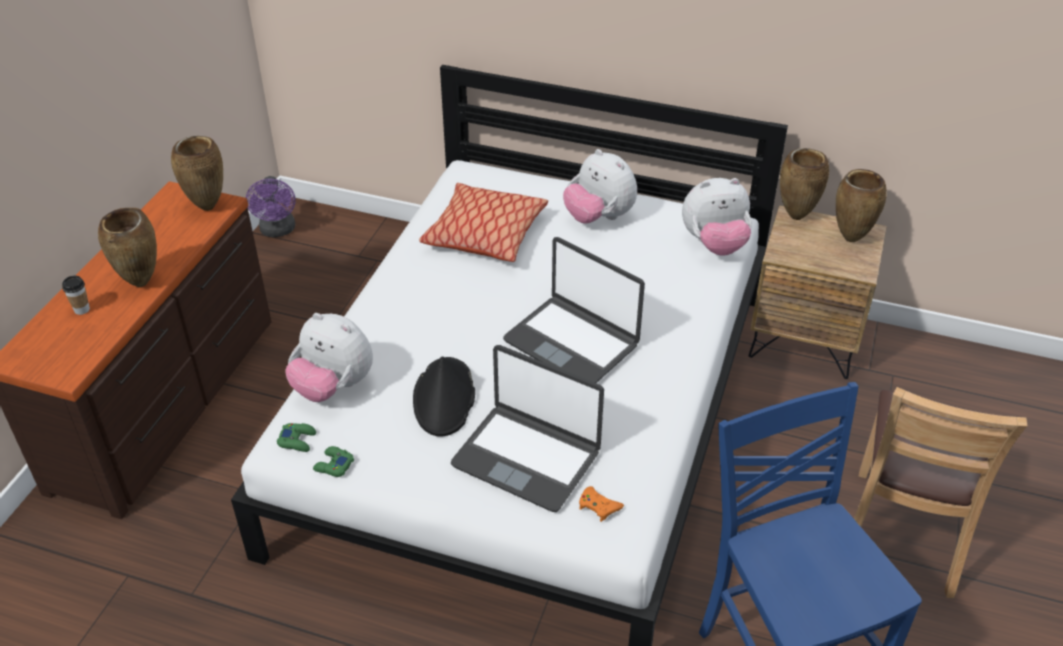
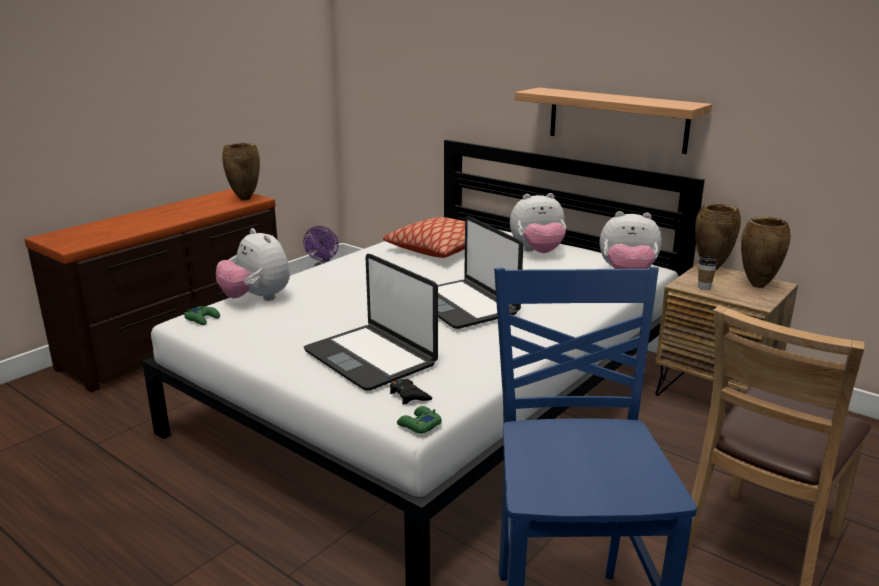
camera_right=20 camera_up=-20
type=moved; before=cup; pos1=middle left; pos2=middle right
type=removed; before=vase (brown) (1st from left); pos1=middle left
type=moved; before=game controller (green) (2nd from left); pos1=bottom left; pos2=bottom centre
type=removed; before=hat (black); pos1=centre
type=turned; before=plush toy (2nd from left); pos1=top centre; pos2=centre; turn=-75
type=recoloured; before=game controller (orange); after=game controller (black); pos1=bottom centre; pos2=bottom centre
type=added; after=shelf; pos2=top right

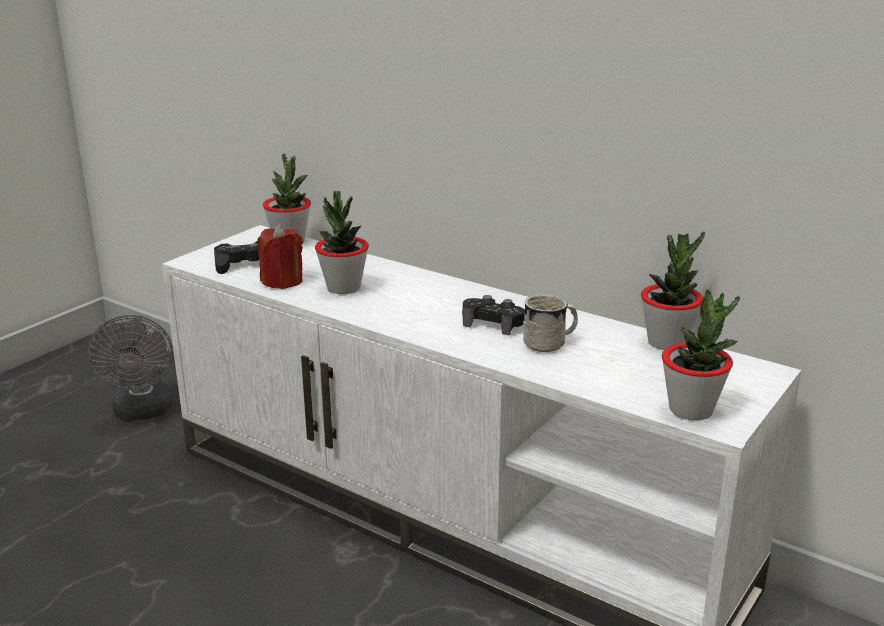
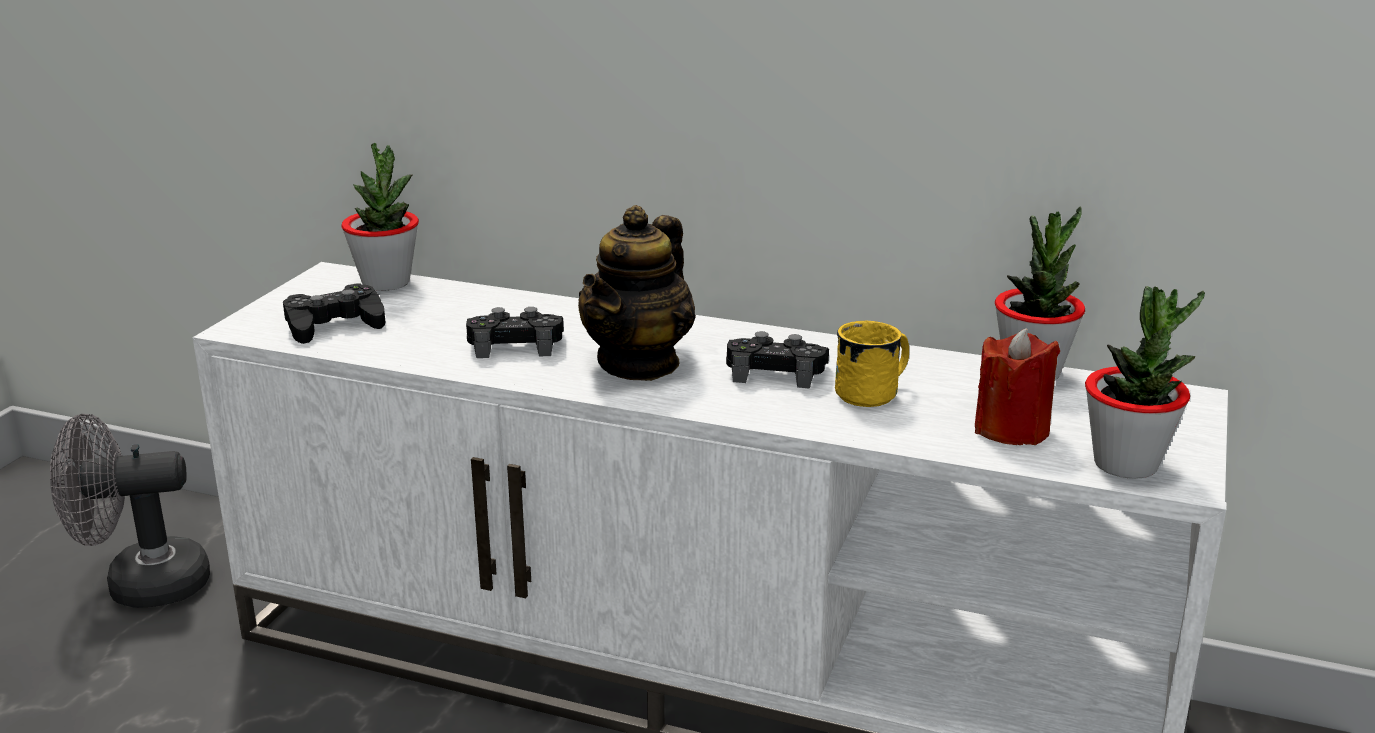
camera_right=-15 camera_up=0
type=turned; before=fan (grey); pos1=middle left; pos2=bottom left; turn=105
type=moved; before=candle (red); pos1=middle left; pos2=middle right
type=replaced; before=potted plant (2nd from left); after=game controller (black) (2nd from left); pos1=centre; pos2=centre
type=recoloured; before=mug (white); after=mug (yellow); pos1=centre; pos2=centre
type=added; after=teapot; pos2=centre

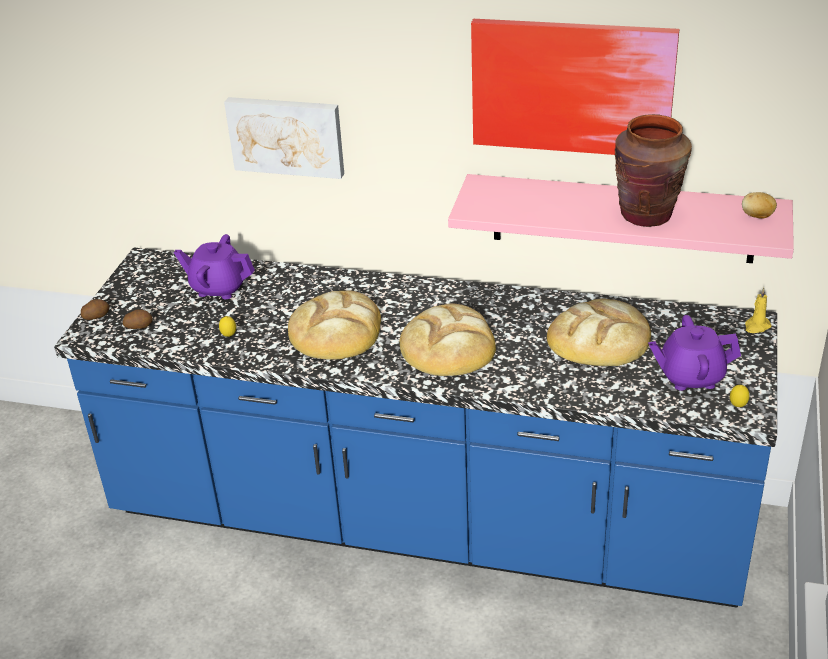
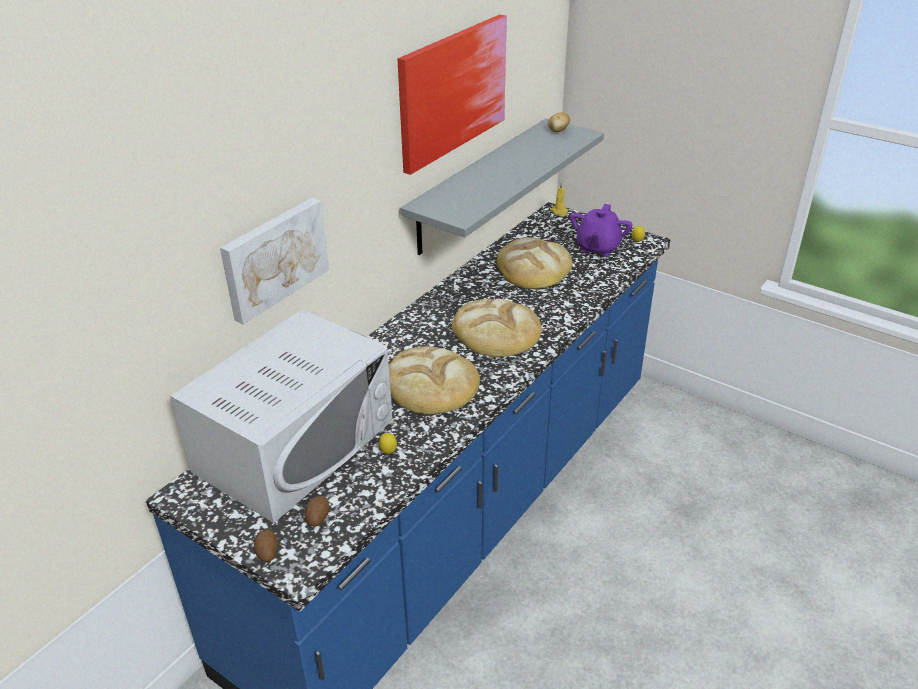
camera_right=-70 camera_up=0
type=replaced; before=teapot (purple) (1st from left); after=microwave (white); pos1=middle left; pos2=middle left
type=recoloured; before=shelf (pink); after=shelf (grey); pos1=top right; pos2=top centre
type=removed; before=vase (brown); pos1=top right

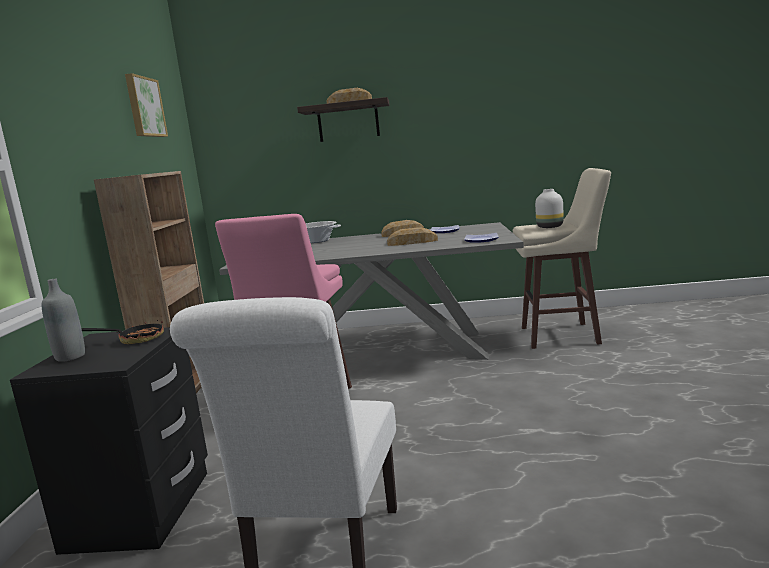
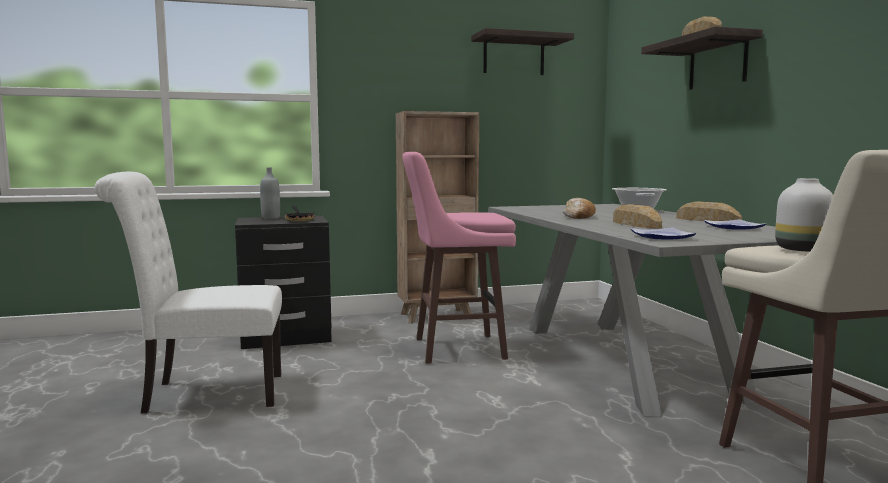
camera_right=70 camera_up=-5
type=replaced; before=picture; after=shelf (1st from left); pos1=top left; pos2=top centre
type=added; after=bread (1st from left); pos2=centre

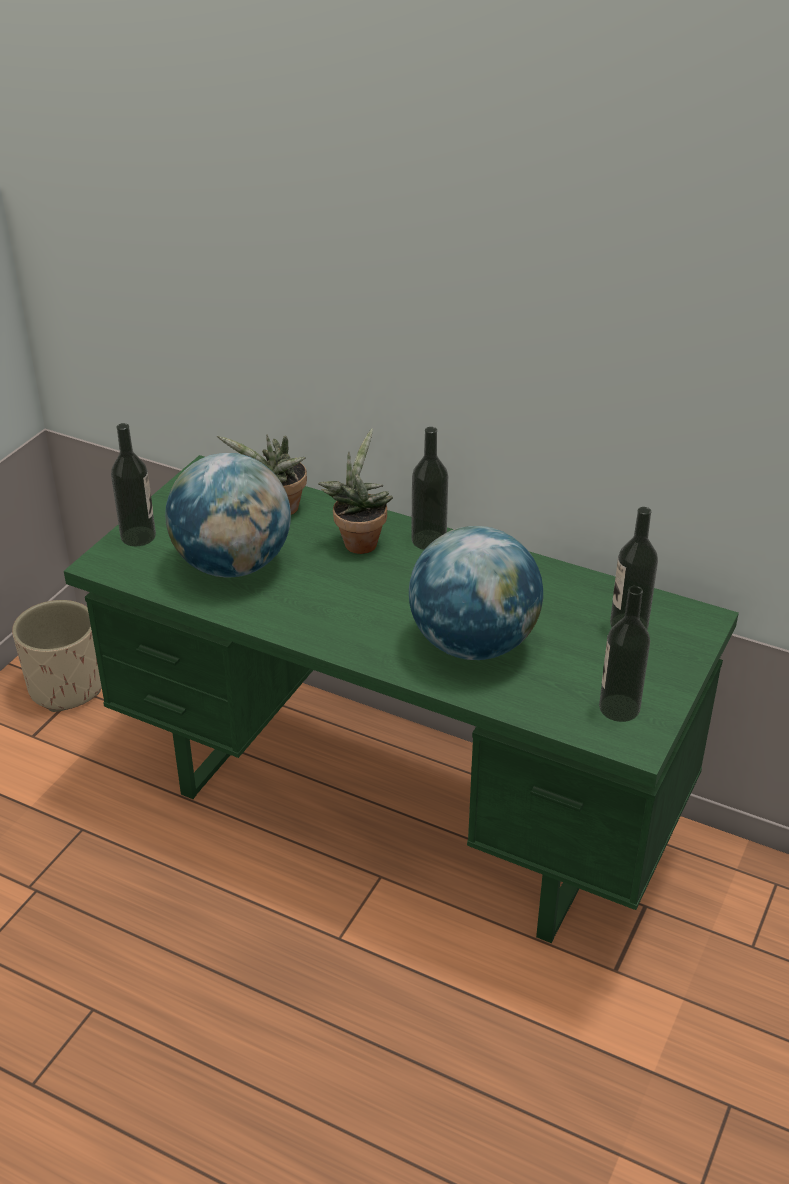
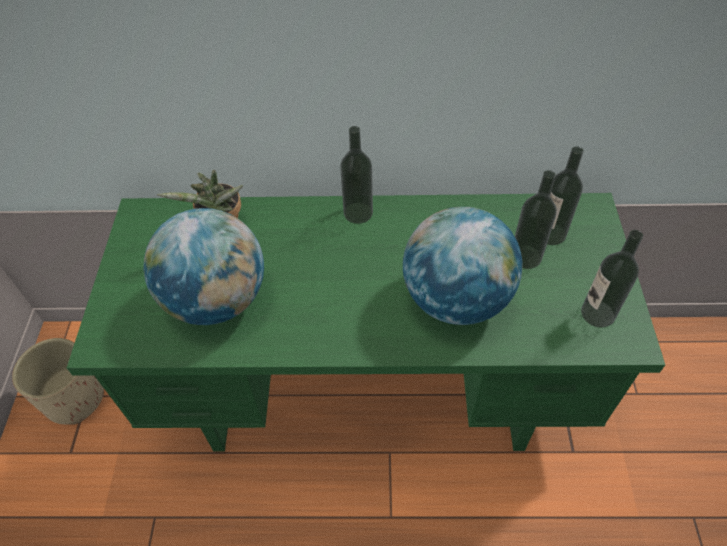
camera_right=-25 camera_up=15
type=moved; before=bottle (1st from left in the first image); after=bottle (2nd from left); pos1=middle left; pos2=middle right
type=removed; before=potted plant (2nd from left); pos1=centre

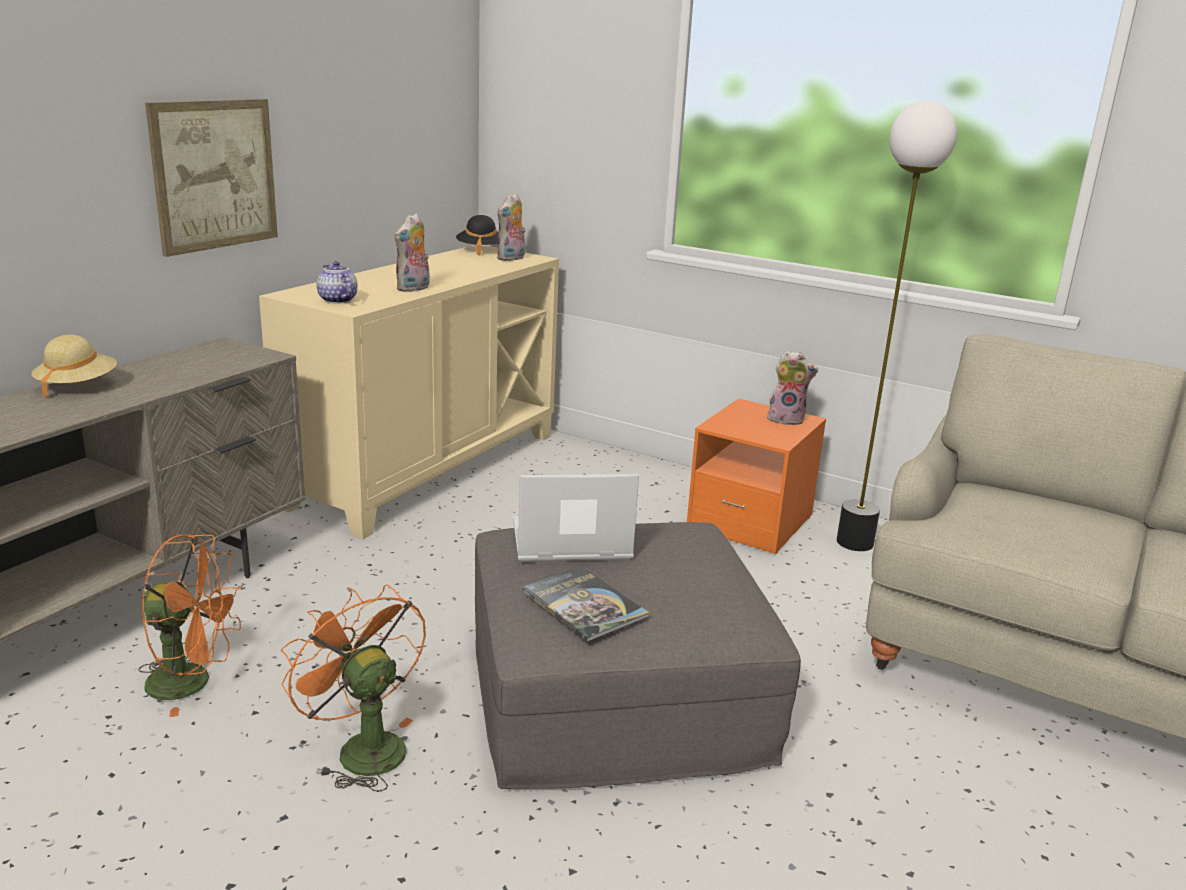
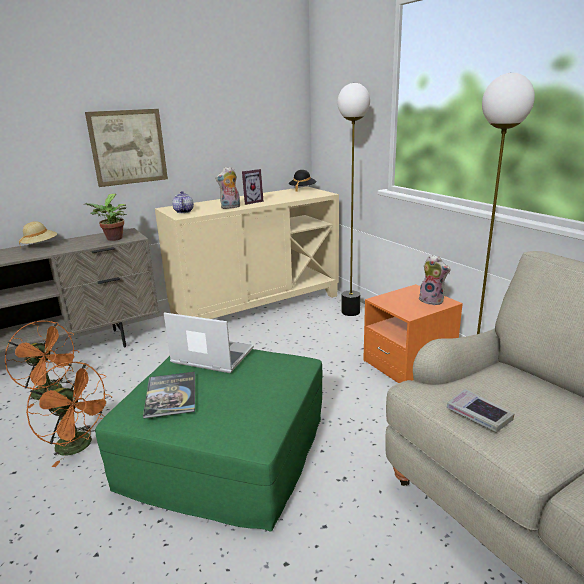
camera_right=30 camera_up=0
type=turned; before=fan (orange) (2nd from left); pos1=bottom left; pos2=bottom left; turn=135
type=recoloured; before=ottoman (grey); after=ottoman (green); pos1=bottom centre; pos2=bottom centre
type=removed; before=plush toy (2nd from left); pos1=top centre
type=added; after=potted plant; pos2=middle left
type=added; after=picture frame; pos2=top centre
type=added; after=floor lamp (1st from left); pos2=centre
type=added; after=book (2nd from left); pos2=bottom right

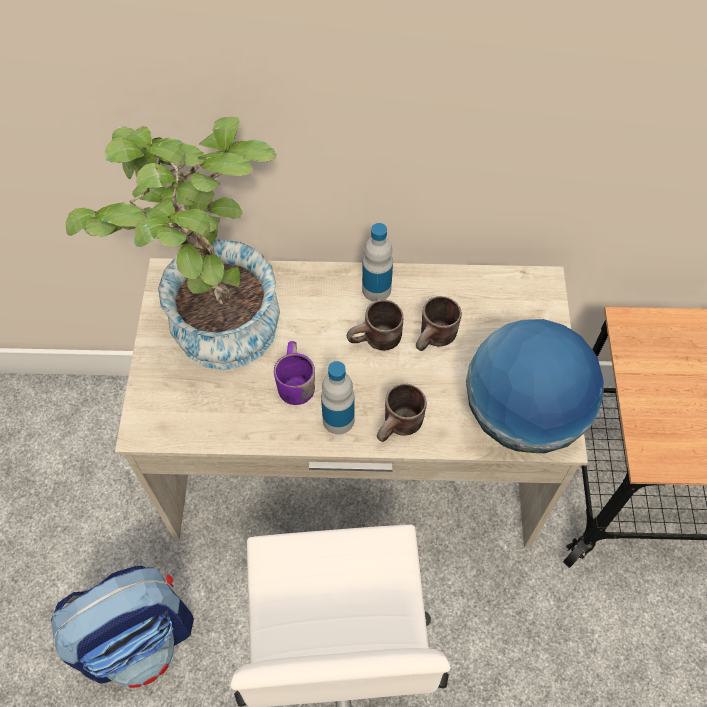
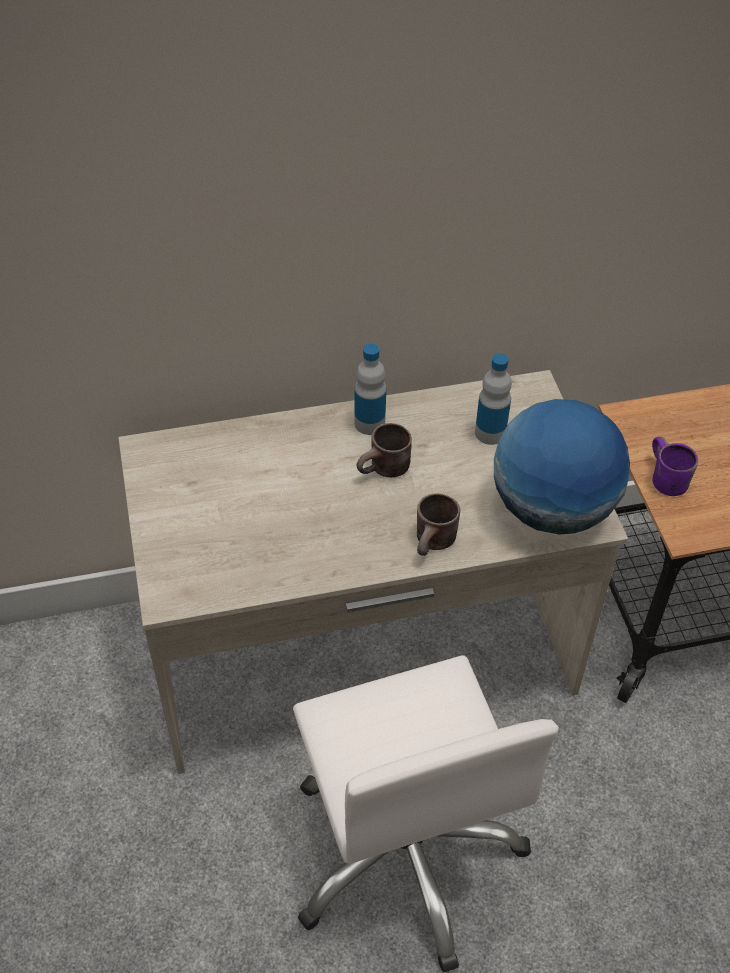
camera_right=-15 camera_up=-10
type=removed; before=backpack; pos1=bottom left
type=removed; before=potted plant; pos1=middle left
type=moved; before=mug (purple); pos1=centre; pos2=middle right
type=moved; before=bottle (1st from left in the first image); after=bottle (2nd from left); pos1=centre; pos2=middle right
type=removed; before=mug (brown) (3rd from left); pos1=centre

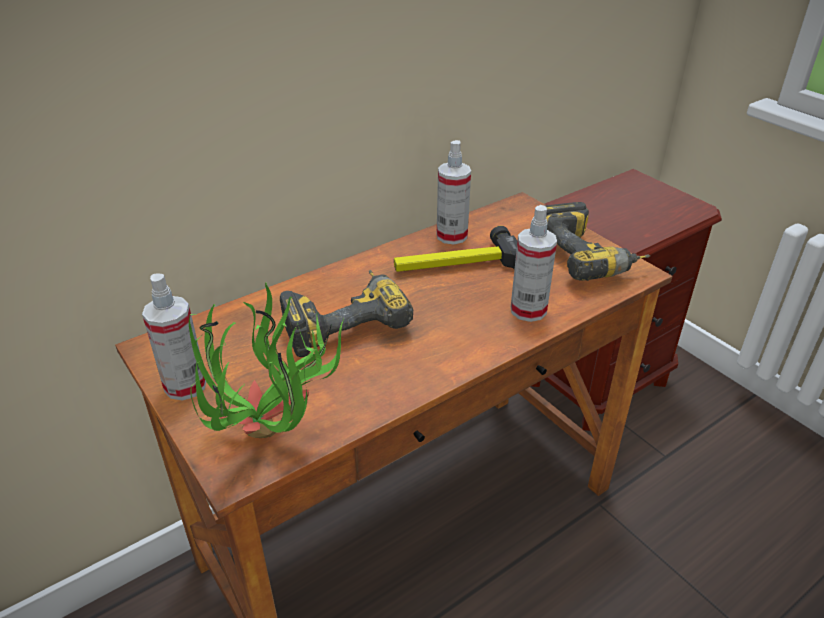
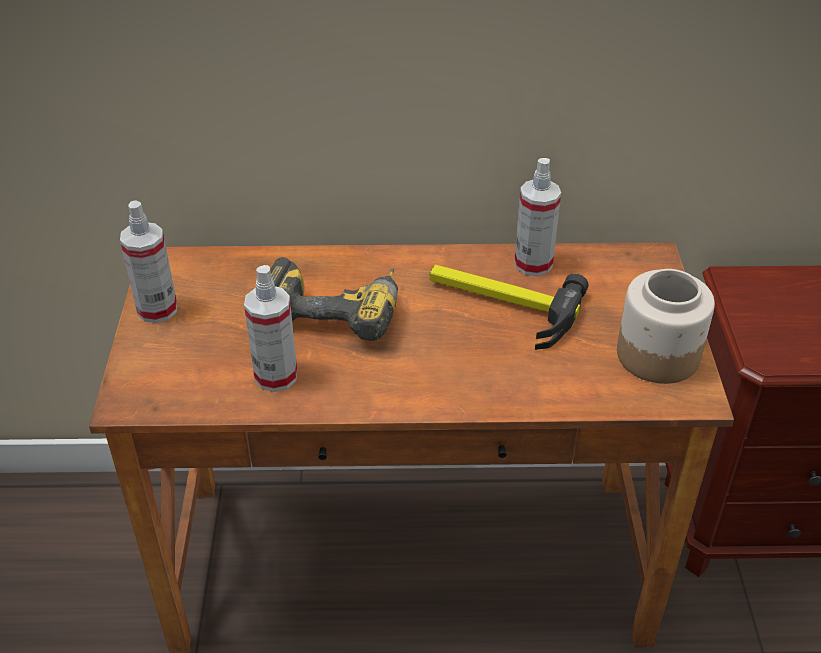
camera_right=35 camera_up=5
type=removed; before=potted plant; pos1=middle left
type=moved; before=spray bottle (3rd from left in the first image); after=spray bottle (2nd from left); pos1=centre; pos2=middle left
type=replaced; before=power drill (2nd from left); after=jar; pos1=middle right; pos2=middle right

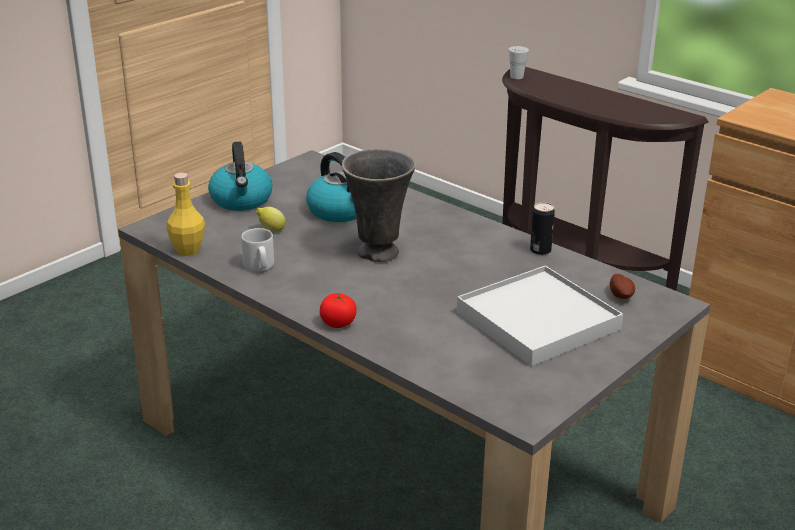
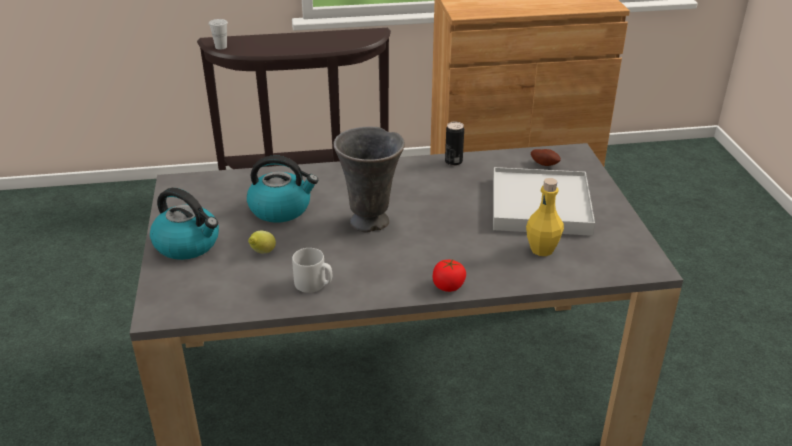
camera_right=-50 camera_up=5
type=moved; before=bottle (yellow); pos1=middle left; pos2=middle right

